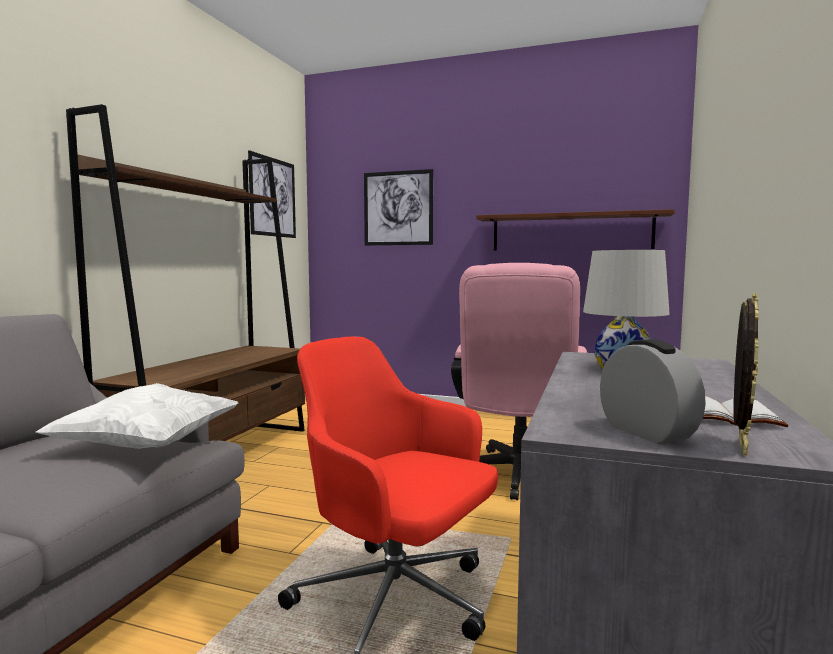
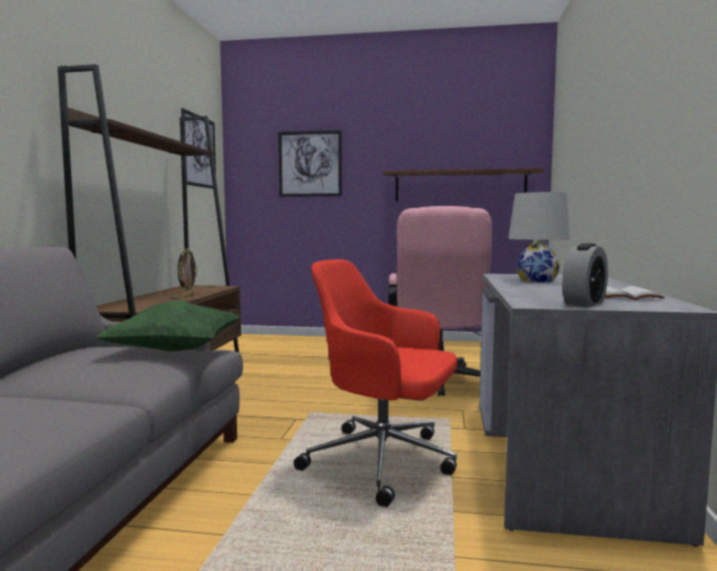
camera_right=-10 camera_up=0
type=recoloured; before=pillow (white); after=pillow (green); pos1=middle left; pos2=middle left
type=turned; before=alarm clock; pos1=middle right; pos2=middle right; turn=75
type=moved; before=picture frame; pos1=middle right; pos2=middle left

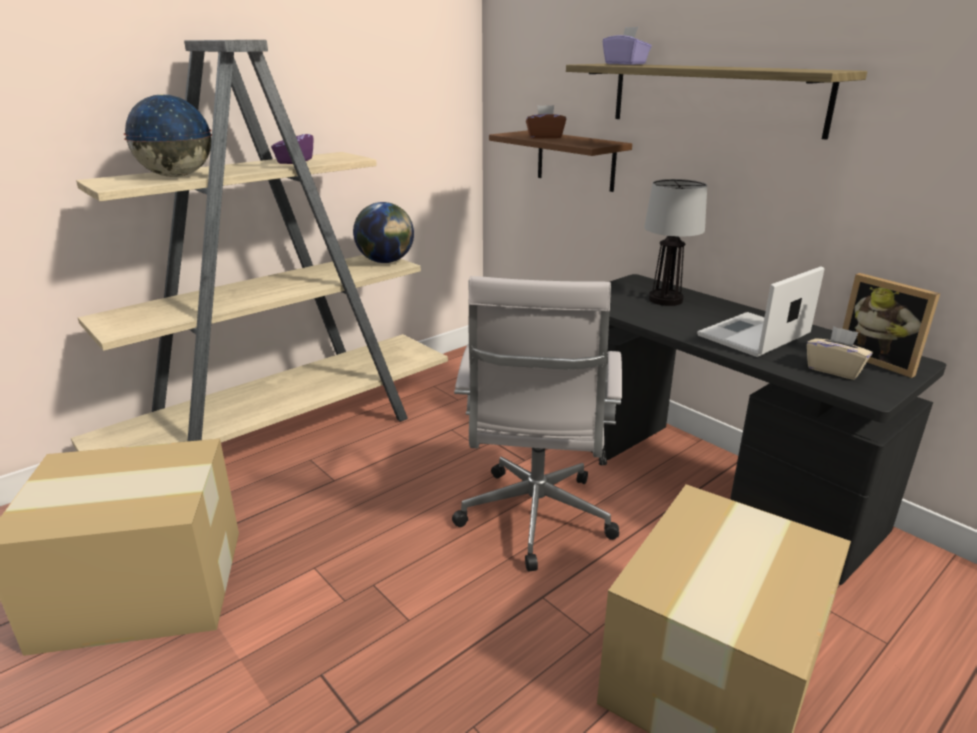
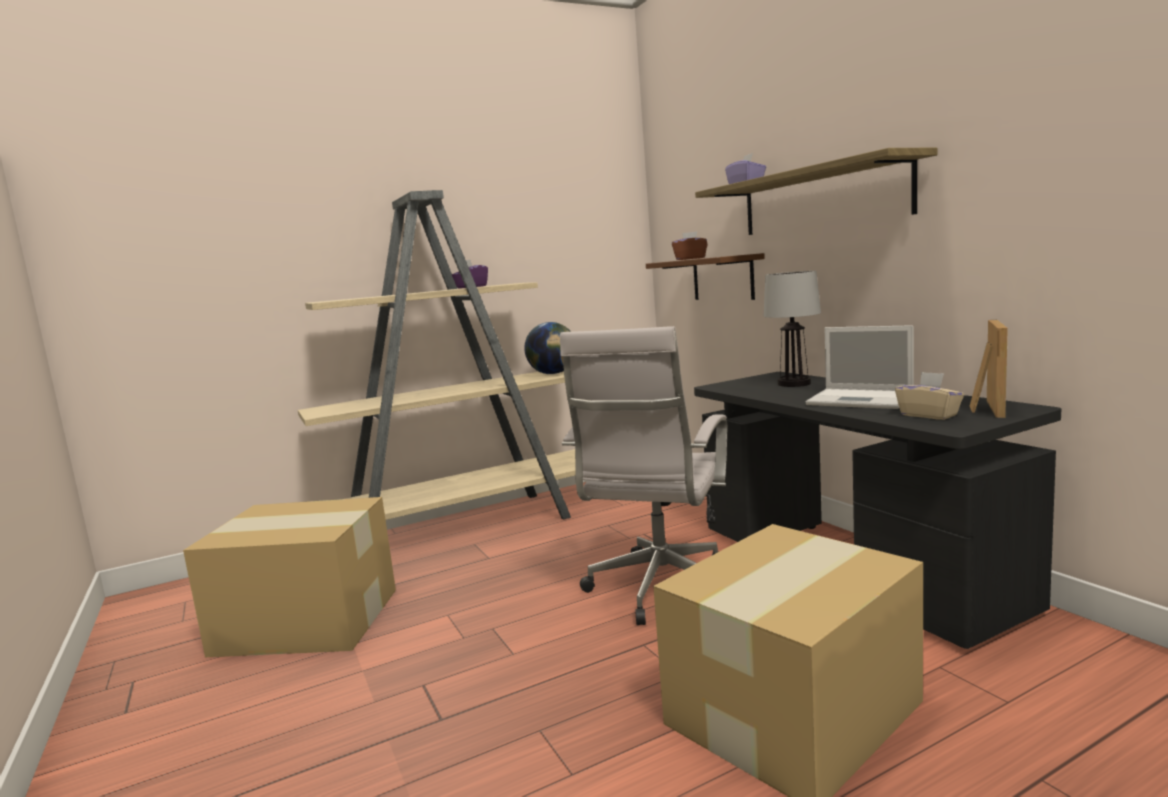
camera_right=15 camera_up=-15
type=removed; before=globe (1st from left); pos1=top left
type=turned; before=laptop; pos1=middle right; pos2=middle right; turn=-120
type=turned; before=picture frame; pos1=middle right; pos2=middle right; turn=-135

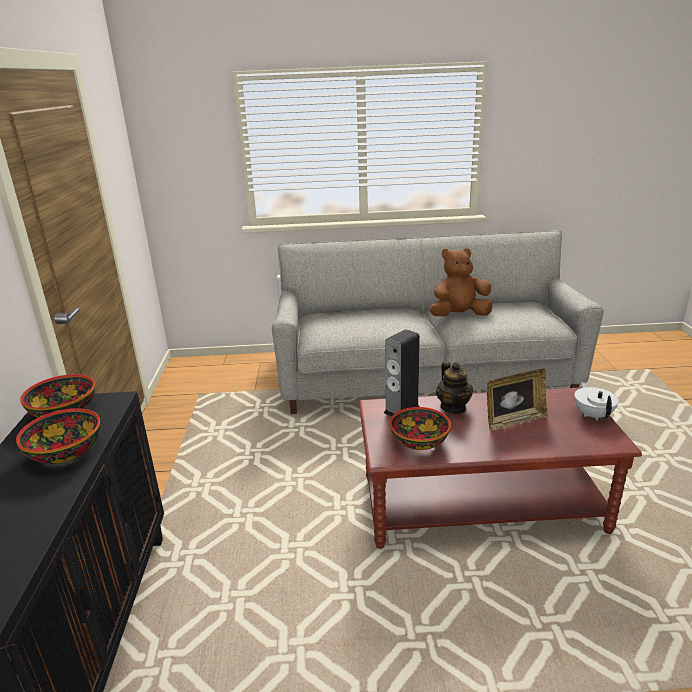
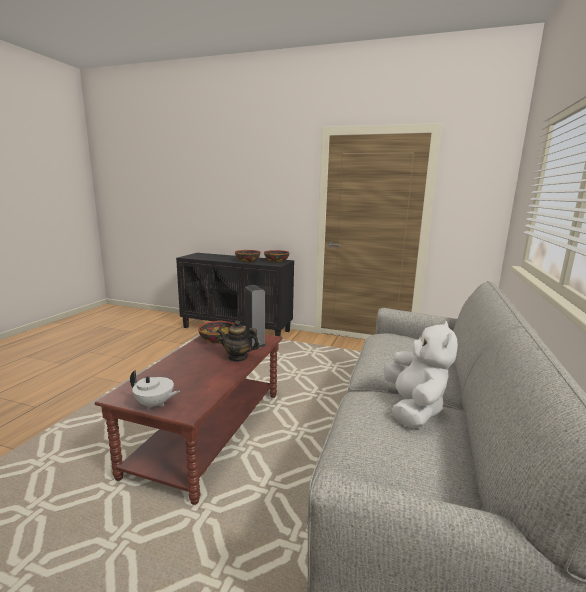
camera_right=110 camera_up=-10
type=recoloured; before=plush toy (brown); after=plush toy (white); pos1=centre; pos2=middle right
type=removed; before=picture frame; pos1=middle right

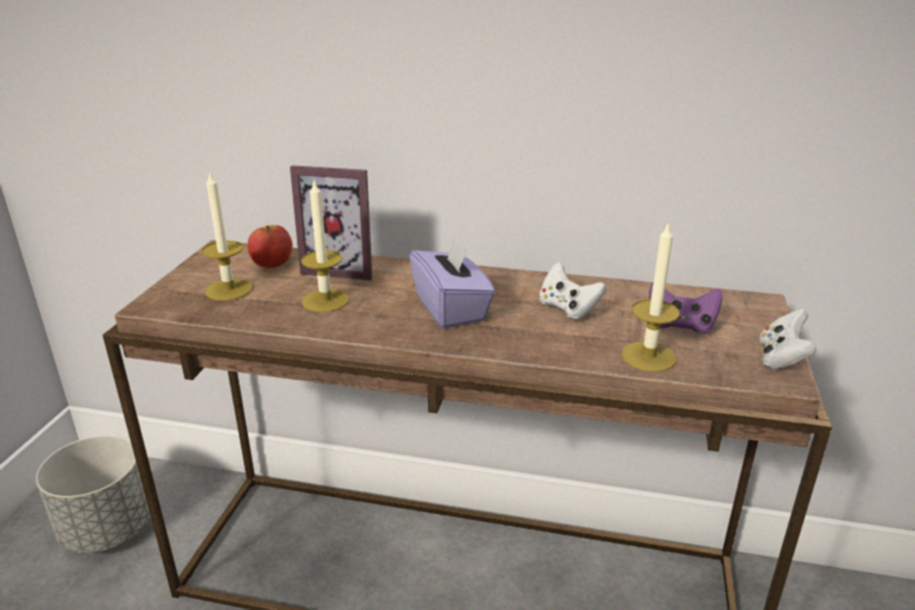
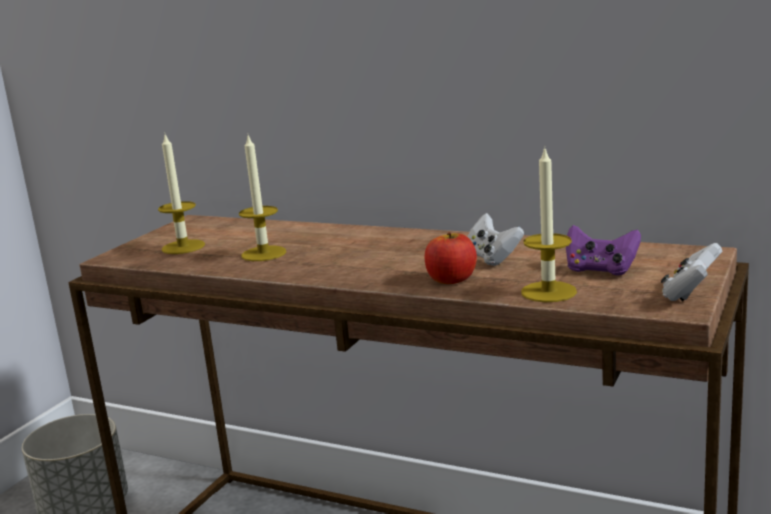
camera_right=15 camera_up=-10
type=moved; before=apple; pos1=middle left; pos2=centre
type=removed; before=picture frame; pos1=centre
type=removed; before=tissue box (purple); pos1=centre

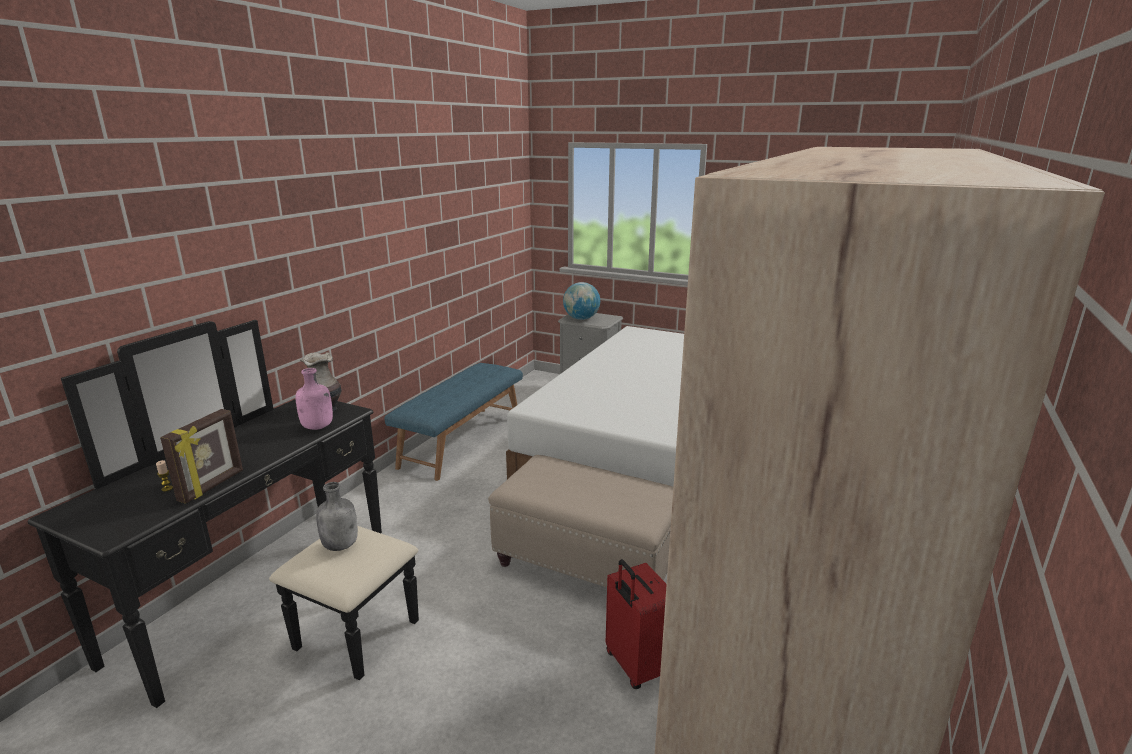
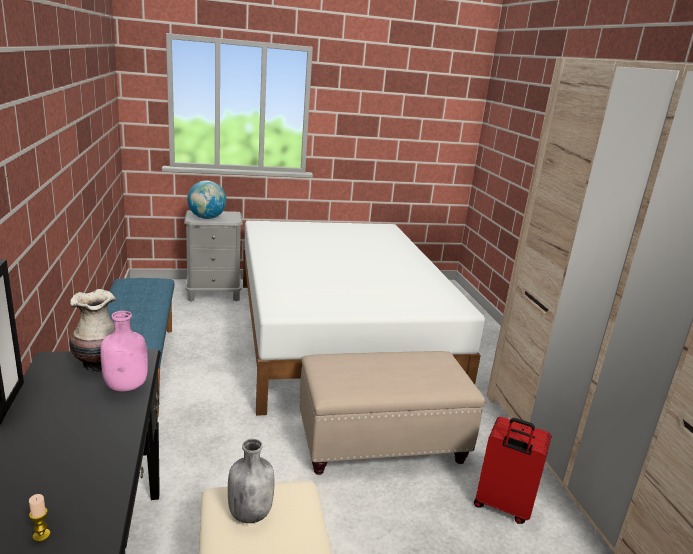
camera_right=-40 camera_up=0
type=removed; before=picture frame; pos1=middle left

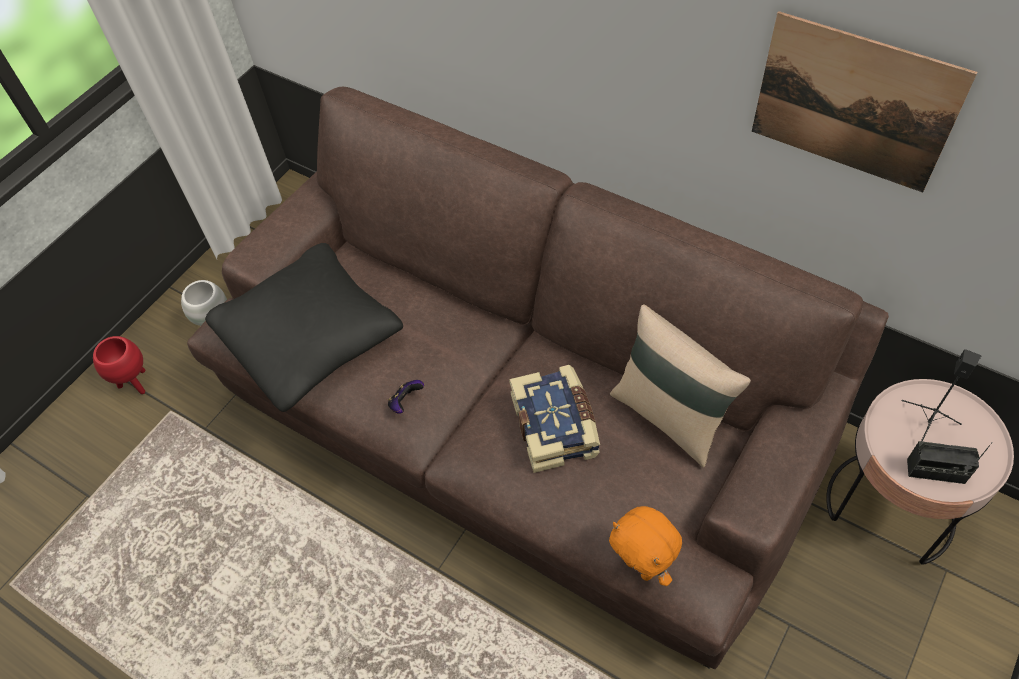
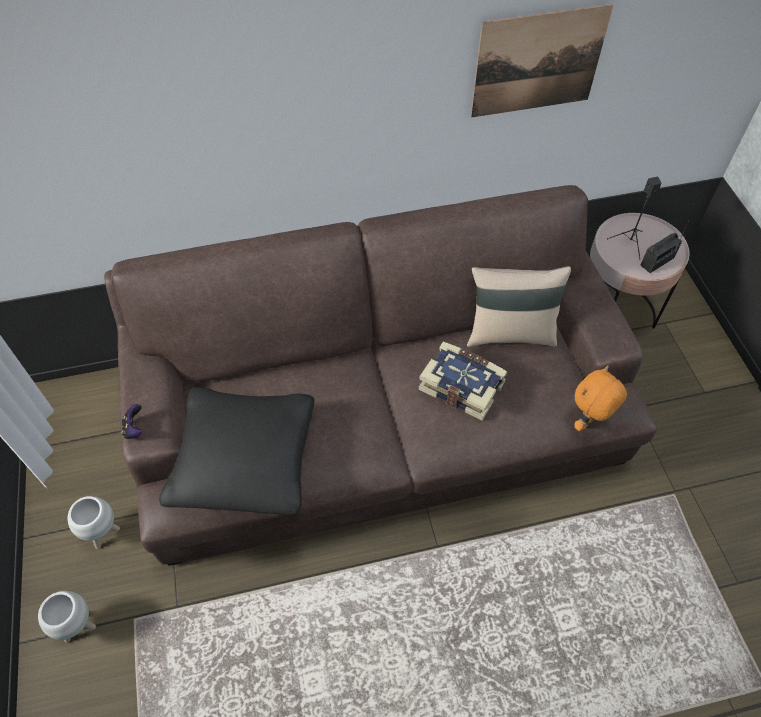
camera_right=-50 camera_up=0
type=recoloured; before=planter (red); after=planter (white) (1st from left); pos1=middle left; pos2=bottom left
type=moved; before=game controller; pos1=centre; pos2=middle left
type=turned; before=plush toy (orange); pos1=bottom centre; pos2=middle right; turn=135

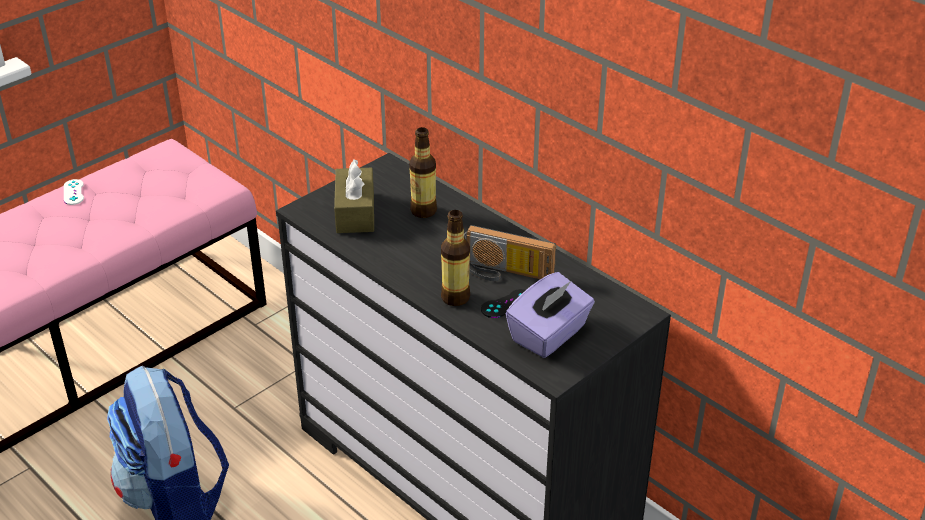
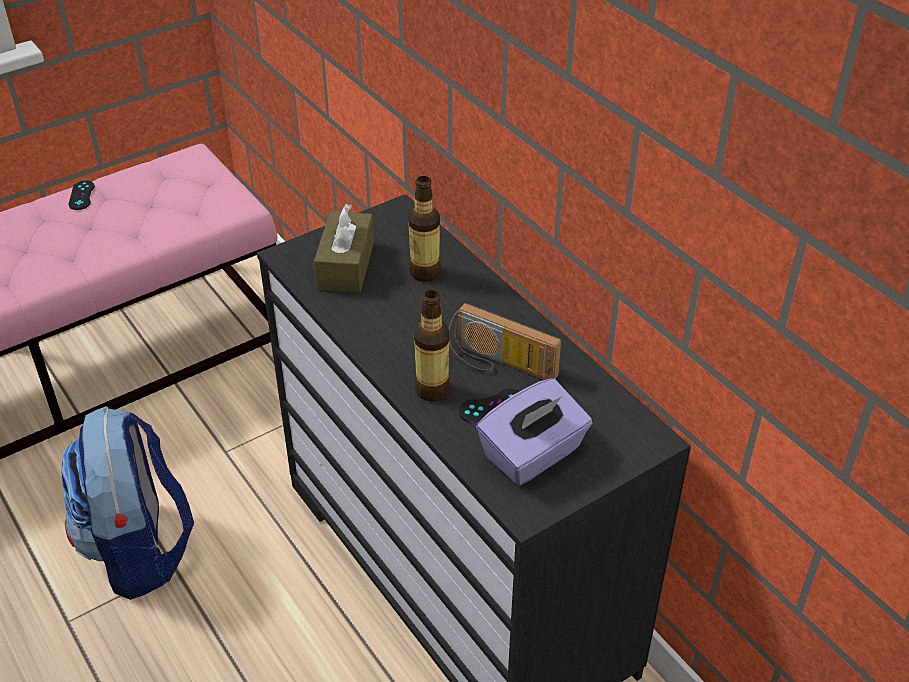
camera_right=10 camera_up=5
type=recoloured; before=game controller (white); after=game controller (black) (1st from left); pos1=middle left; pos2=top left

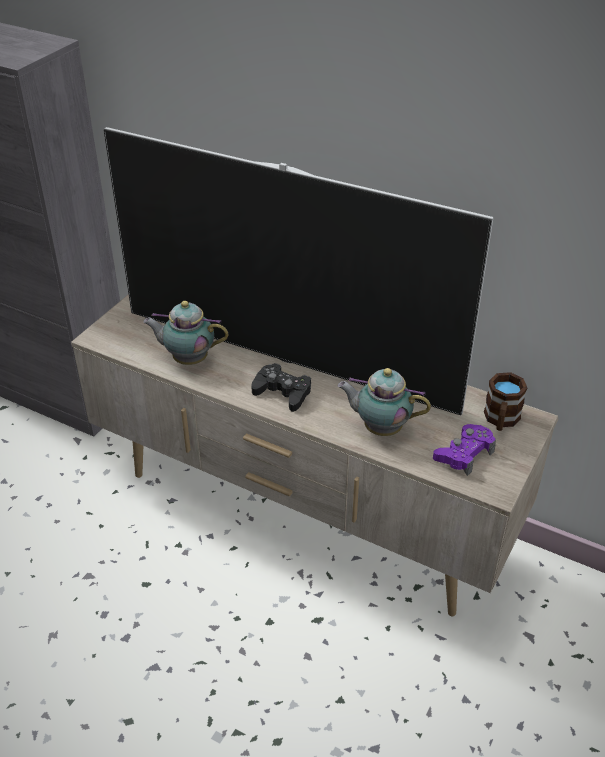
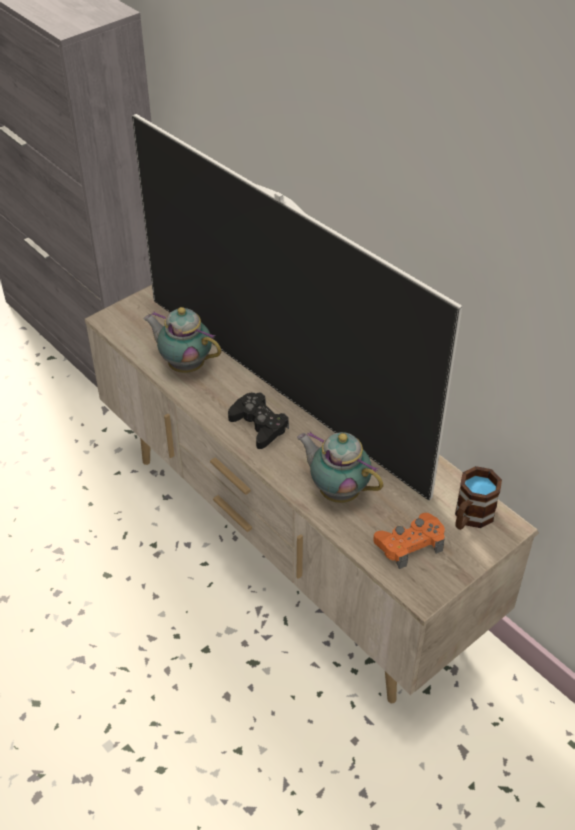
camera_right=20 camera_up=5
type=recoloured; before=game controller (purple); after=game controller (orange); pos1=middle right; pos2=middle right

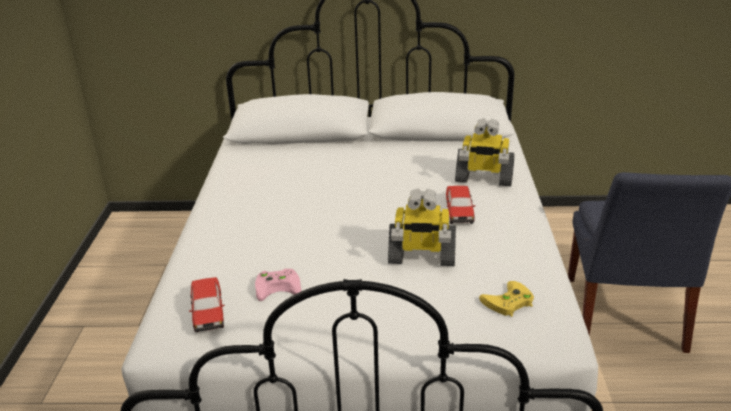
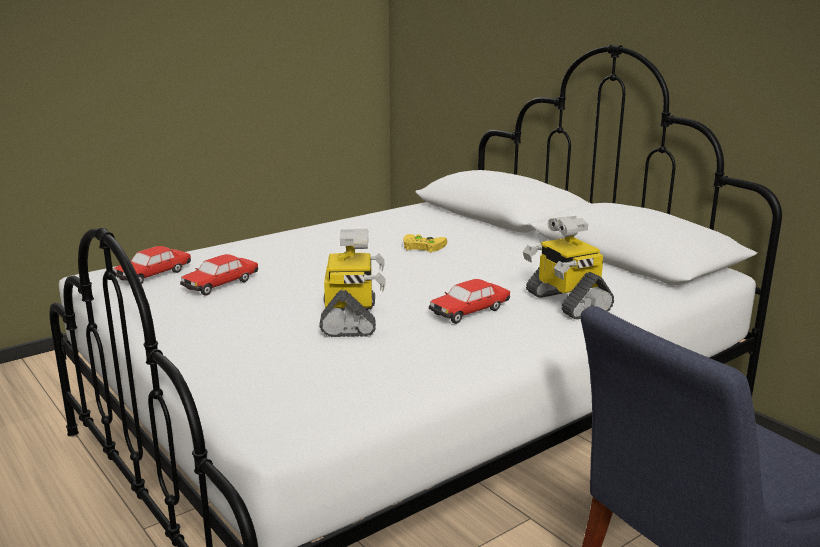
camera_right=50 camera_up=-10
type=replaced; before=game controller (pink); after=toy car (2nd from left); pos1=bottom centre; pos2=middle left
type=turned; before=toy robot (1st from left); pos1=centre; pos2=centre; turn=-150
type=moved; before=game controller (yellow); pos1=bottom right; pos2=centre

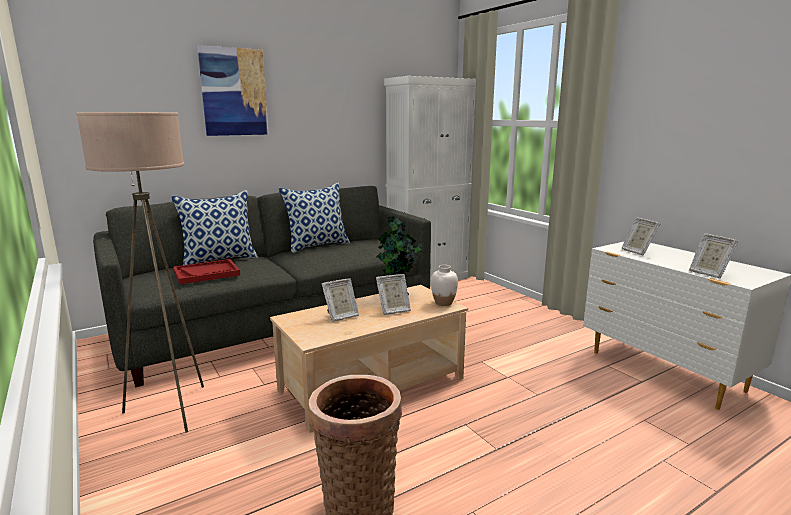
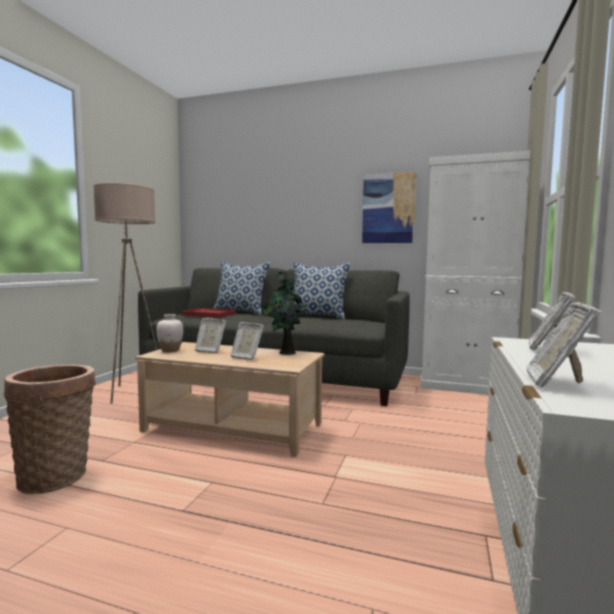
camera_right=50 camera_up=-10
type=moved; before=picture; pos1=top left; pos2=centre
type=moved; before=vase (white); pos1=centre; pos2=middle left

